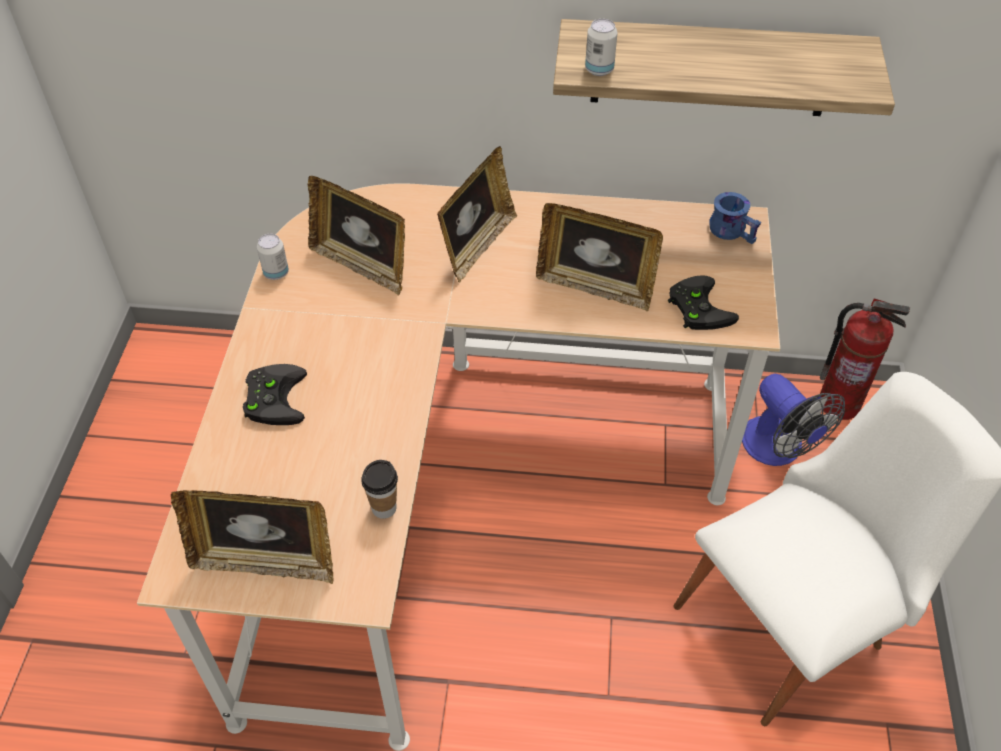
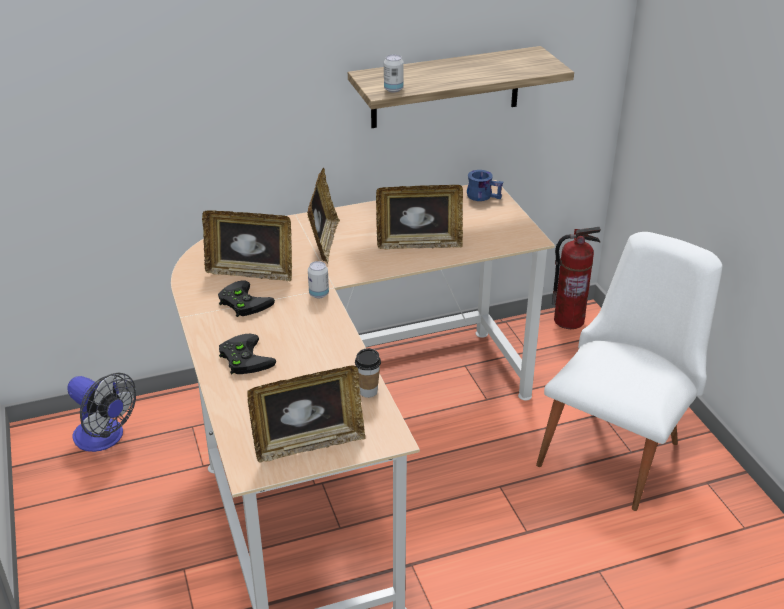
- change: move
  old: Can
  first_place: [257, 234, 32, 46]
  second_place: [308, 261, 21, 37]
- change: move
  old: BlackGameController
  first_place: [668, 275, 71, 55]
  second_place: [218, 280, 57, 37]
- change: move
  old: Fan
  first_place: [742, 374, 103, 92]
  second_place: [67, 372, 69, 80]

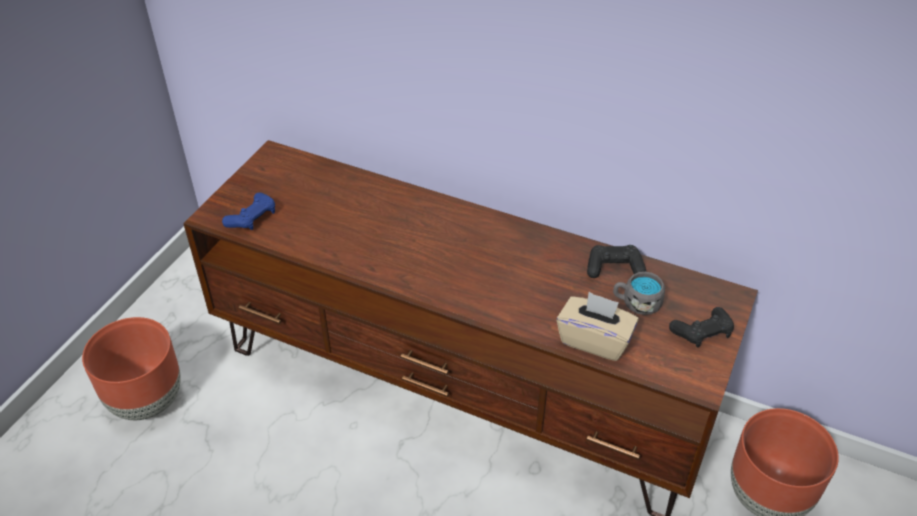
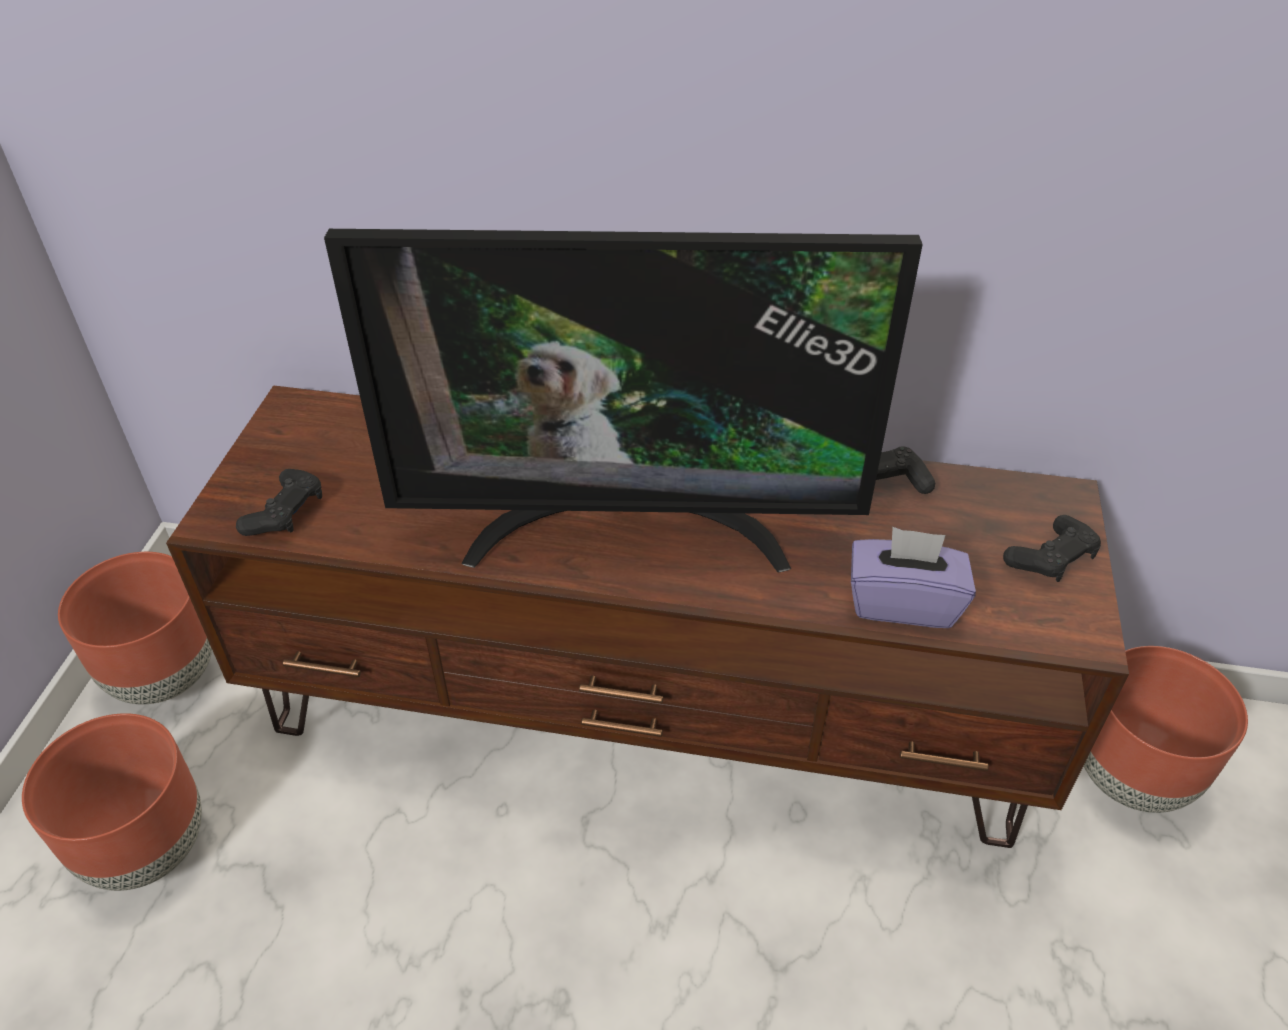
- change: delete
  old: GreyMug
  first_place: [613, 272, 52, 43]
- change: insert
  new: BrownPlanter
  second_place: [58, 552, 154, 152]
- change: insert
  new: Television
  second_place: [324, 229, 599, 343]
- change: recolor
  old: BlueGameController
  new: BlackGameController
  first_place: [222, 192, 53, 38]
  second_place: [236, 469, 86, 67]
- change: recolor
  old: BeigeTissueBox
  new: PurpleTissueBox
  first_place: [557, 292, 82, 69]
  second_place: [851, 527, 125, 101]

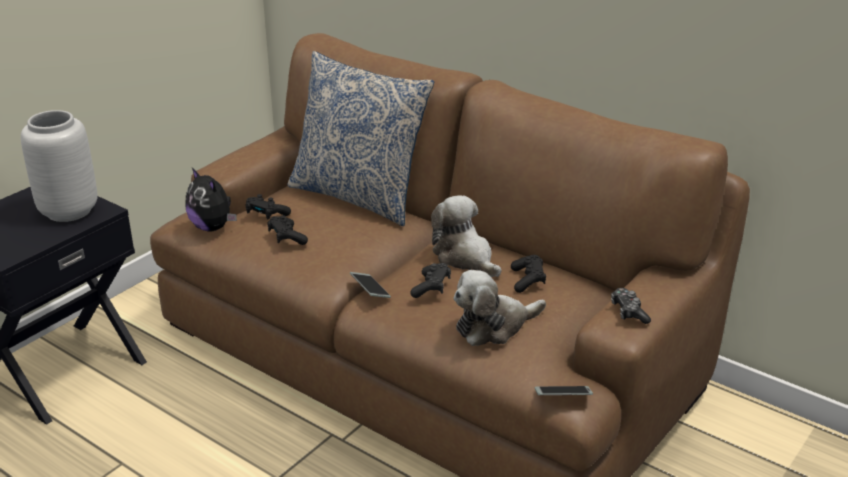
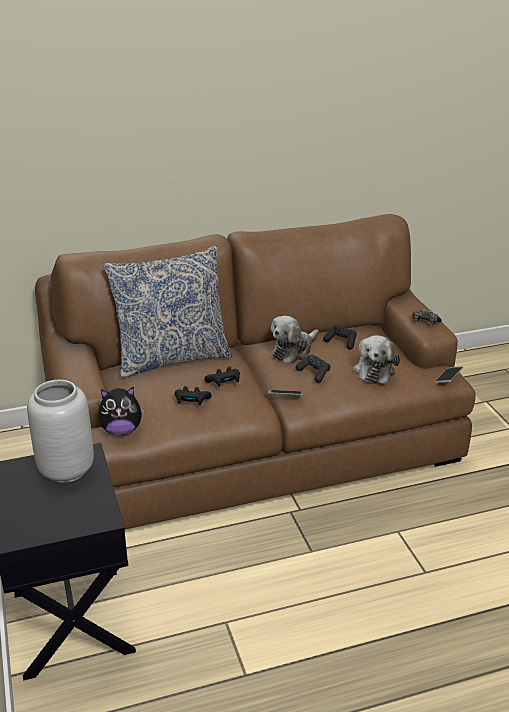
- change: move
  old: BlackGameController
  first_place: [245, 194, 46, 26]
  second_place: [204, 366, 36, 21]
- change: rotate
  old: PlushToy
  first_place: [431, 195, 70, 82]
  second_place: [271, 316, 48, 48]
  degrees: -45

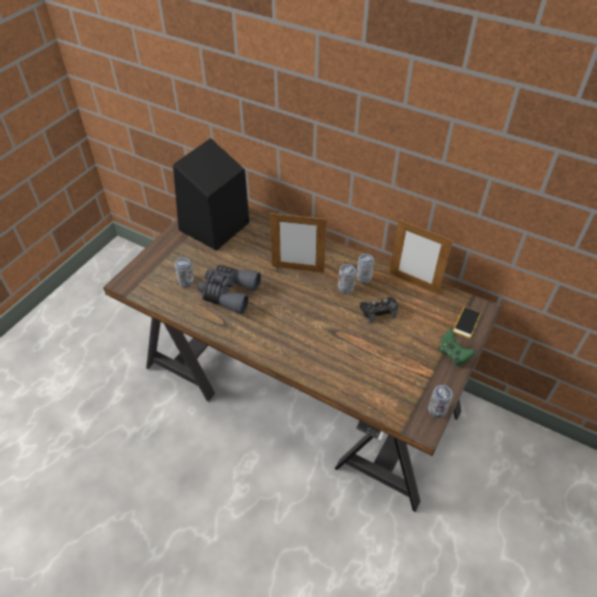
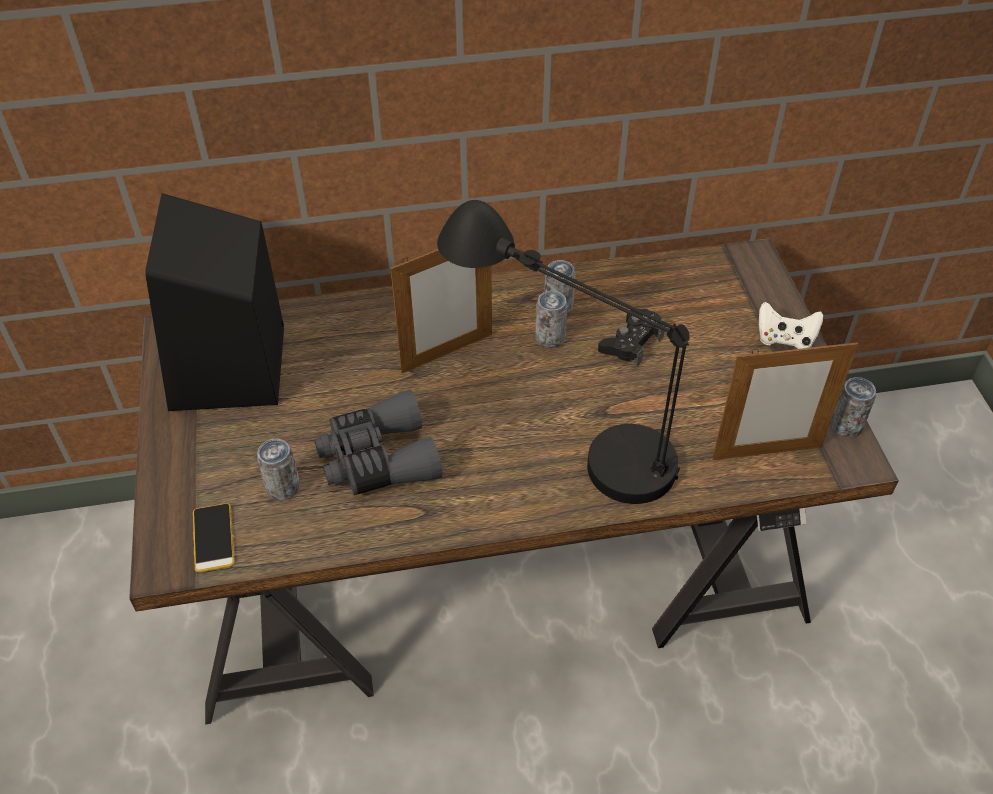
- change: insert
  new: BlackTableLamp
  second_place: [437, 200, 253, 304]
- change: move
  old: PictureFrame
  first_place: [390, 219, 63, 75]
  second_place: [712, 340, 146, 120]
- change: move
  old: Phone
  first_place: [453, 307, 28, 31]
  second_place: [193, 503, 42, 70]
- change: recolor
  old: GreenGameController
  new: WhiteGameController
  first_place: [438, 329, 37, 37]
  second_place: [759, 302, 64, 47]

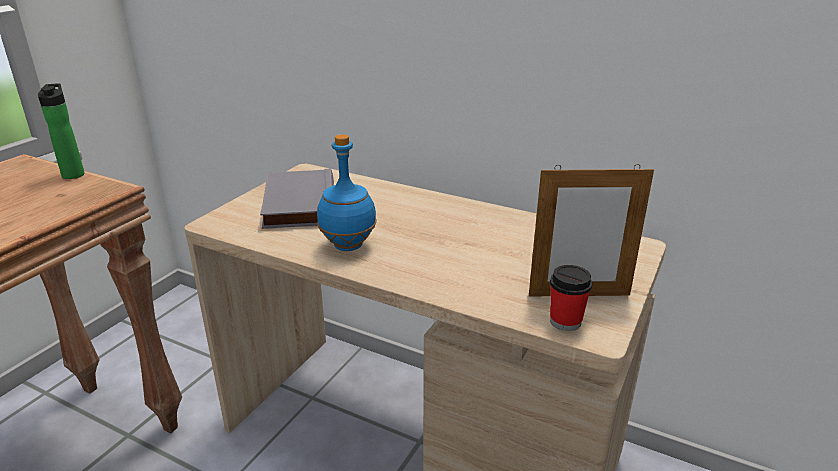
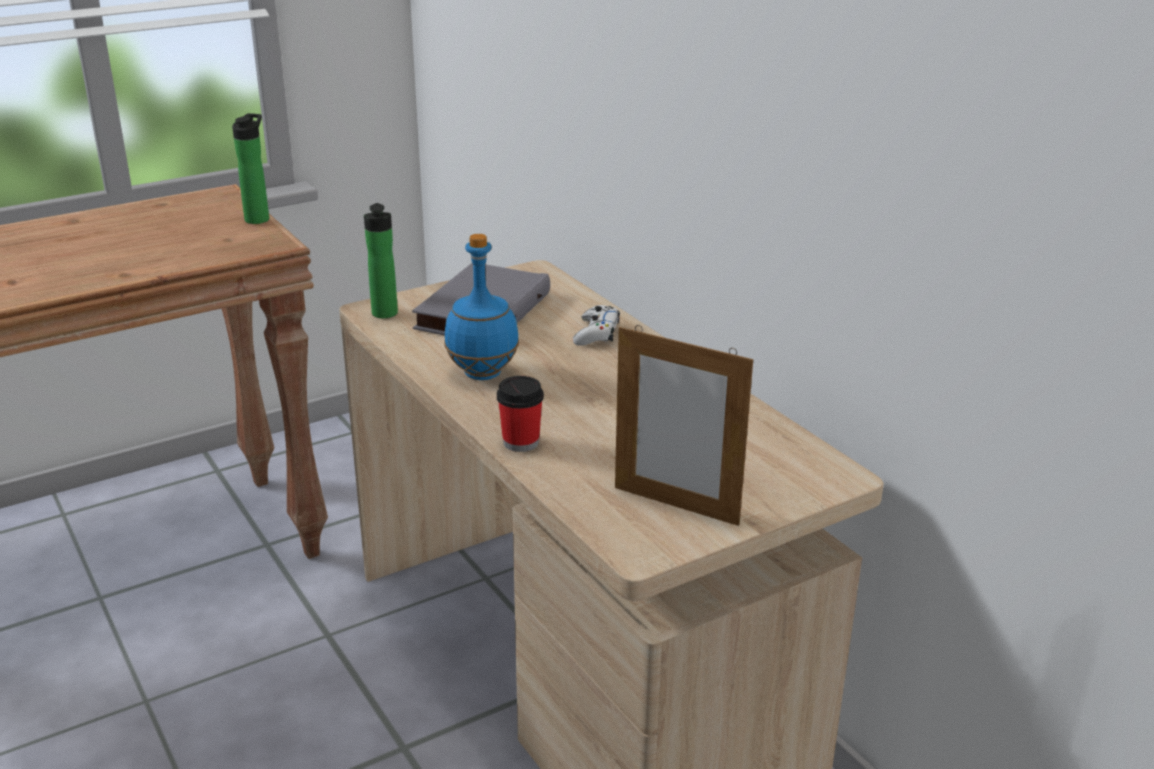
- change: insert
  new: Bottle
  second_place: [364, 203, 34, 115]
- change: insert
  new: WhiteGameController
  second_place: [573, 305, 47, 41]
- change: move
  old: Cup
  first_place: [550, 265, 42, 66]
  second_place: [497, 376, 47, 76]

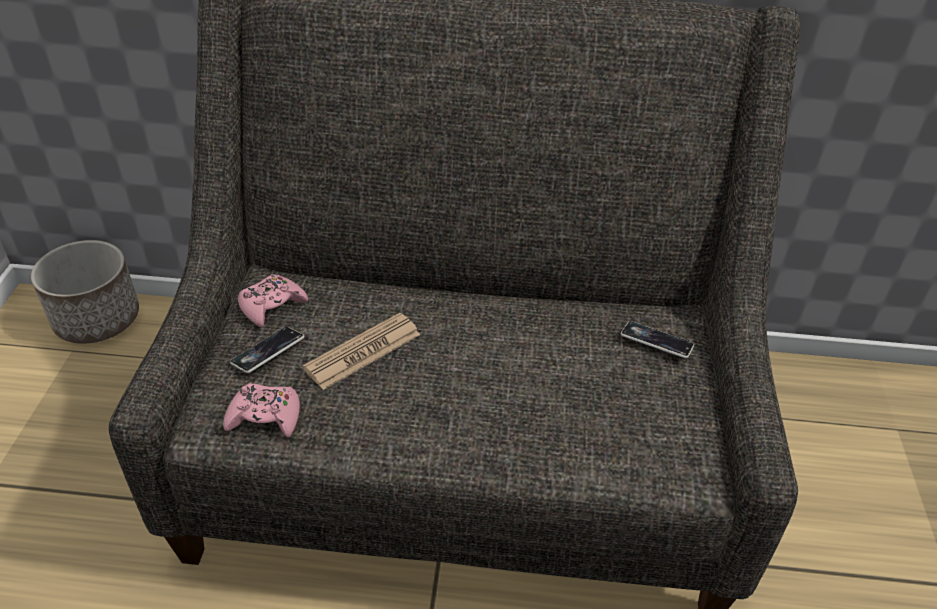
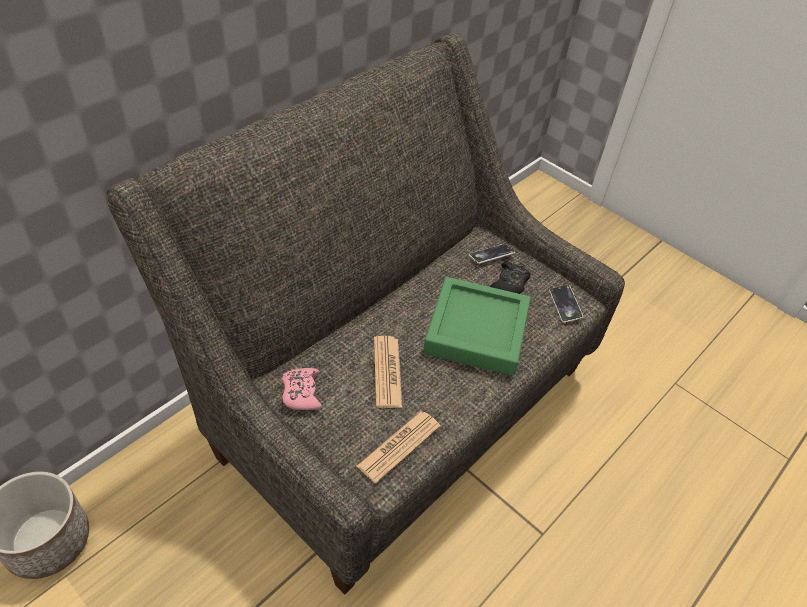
- change: insert
  new: GreenTray
  second_place: [423, 277, 108, 99]
- change: insert
  new: BlackGameController
  second_place: [490, 262, 41, 32]
- change: move
  old: Phone
  first_place: [230, 327, 74, 46]
  second_place: [549, 284, 34, 39]
- change: replace
  old: PinkGameController
  new: Newspaper
  first_place: [223, 383, 77, 55]
  second_place: [357, 411, 84, 73]

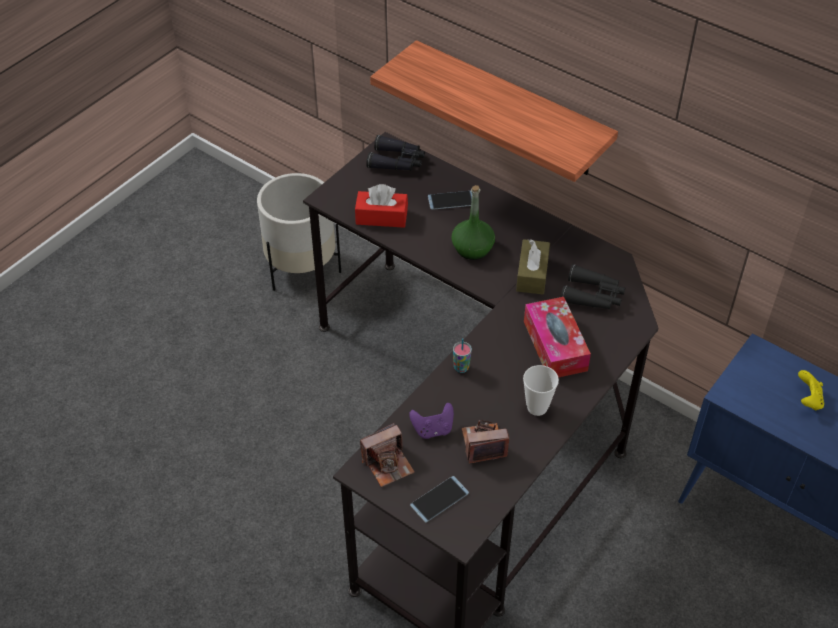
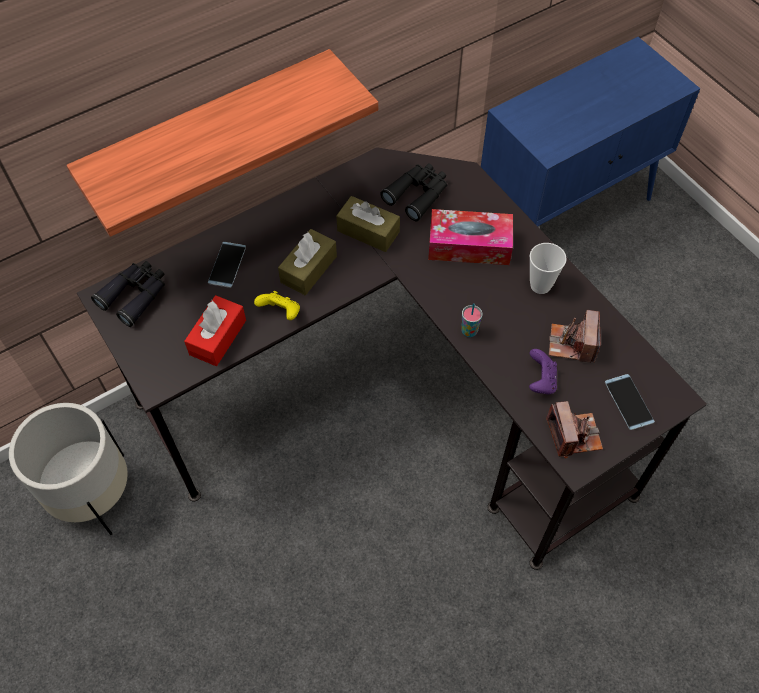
- change: move
  old: YellowGameController
  first_place: [798, 370, 26, 40]
  second_place: [254, 291, 46, 29]
- change: replace
  old: GreenBottle
  new: BrownTissueBox
  first_place: [451, 185, 44, 75]
  second_place: [278, 229, 59, 66]

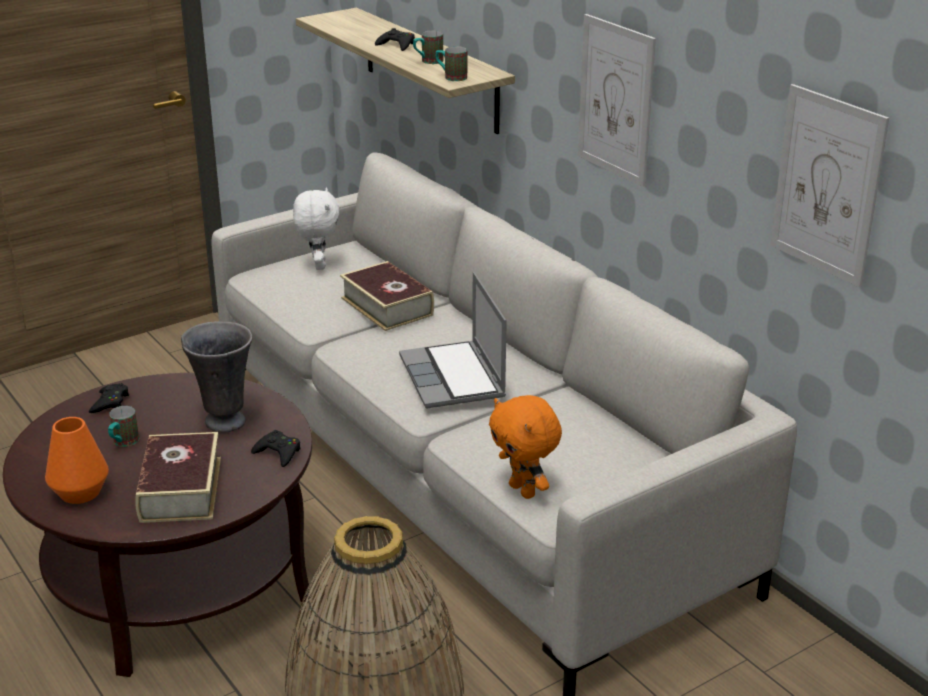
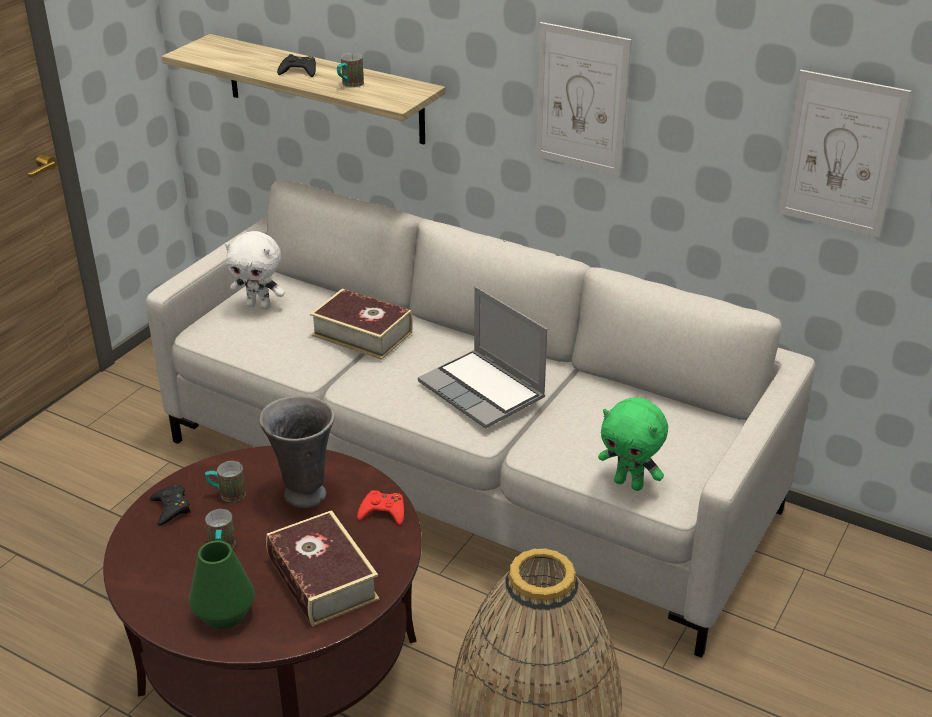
- change: move
  old: Mug
  first_place: [435, 46, 32, 35]
  second_place: [205, 461, 41, 41]
- change: recolor
  old: OrangeVase
  new: GreenVase
  first_place: [45, 417, 64, 87]
  second_place: [189, 540, 66, 89]
- change: recolor
  old: BlackGameController
  new: RedGameController
  first_place: [251, 430, 50, 37]
  second_place: [357, 490, 47, 35]
- change: recolor
  old: OrangePlushToy
  new: GreenPlushToy
  first_place: [489, 395, 73, 104]
  second_place: [598, 397, 70, 94]
- change: rotate
  old: WhitePlushToy
  first_place: [293, 187, 46, 83]
  second_place: [225, 231, 60, 79]
  degrees: 135

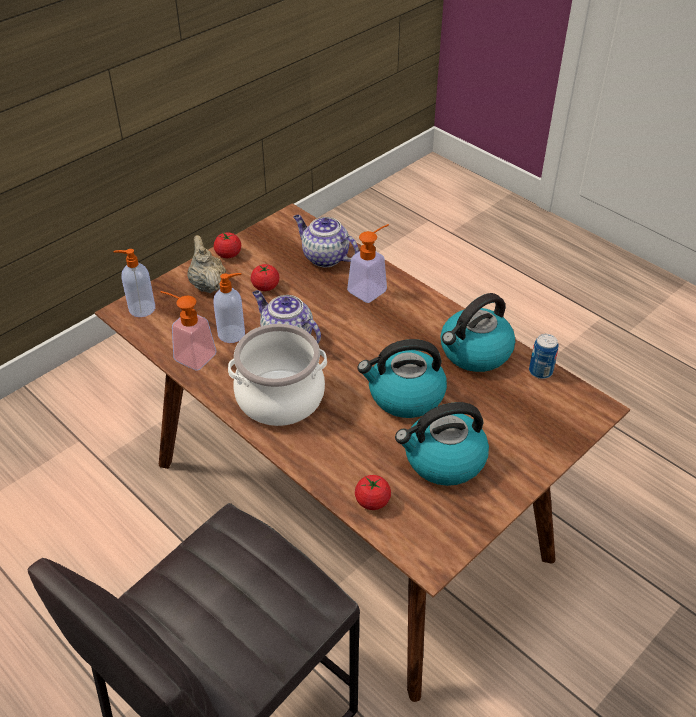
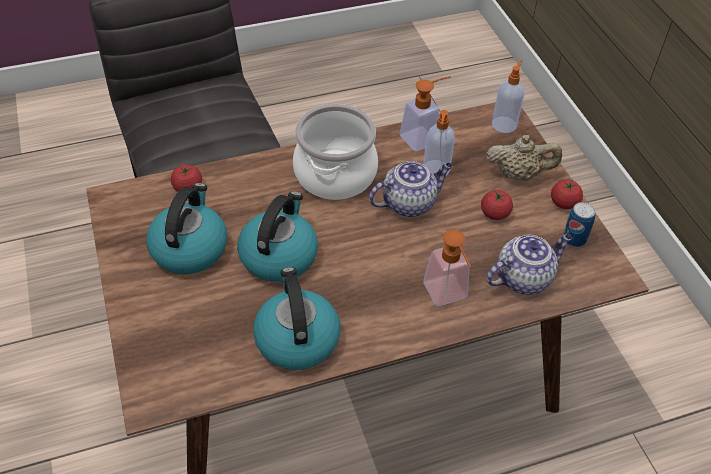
- change: move
  old: Can
  first_place: [529, 334, 29, 45]
  second_place: [563, 202, 33, 45]

